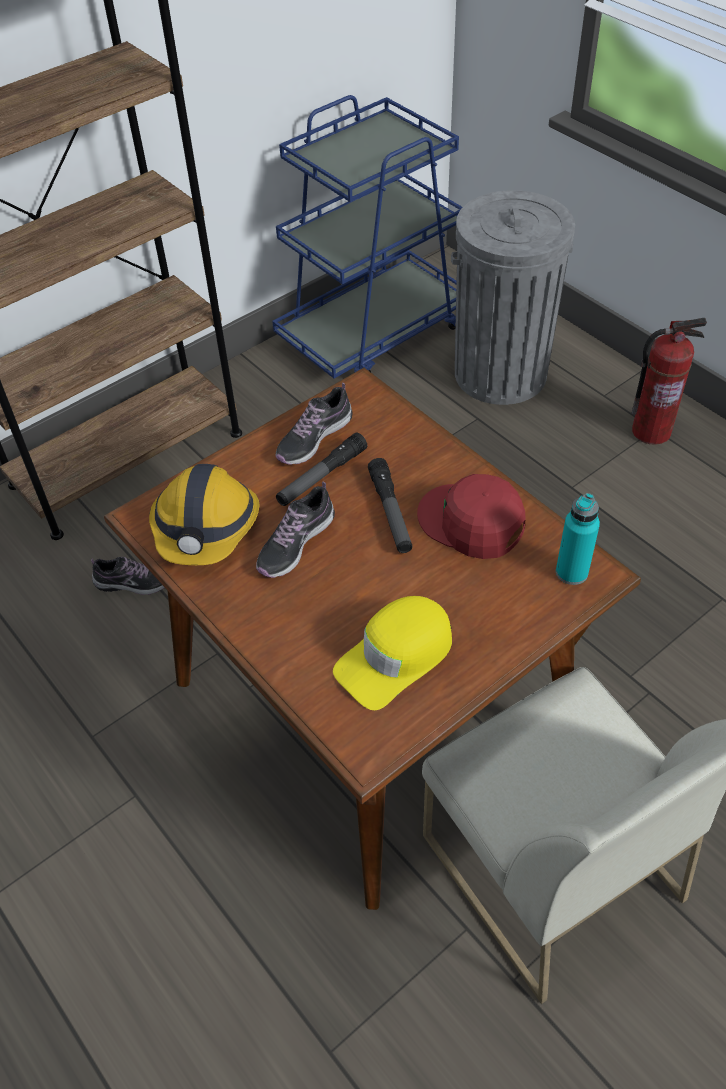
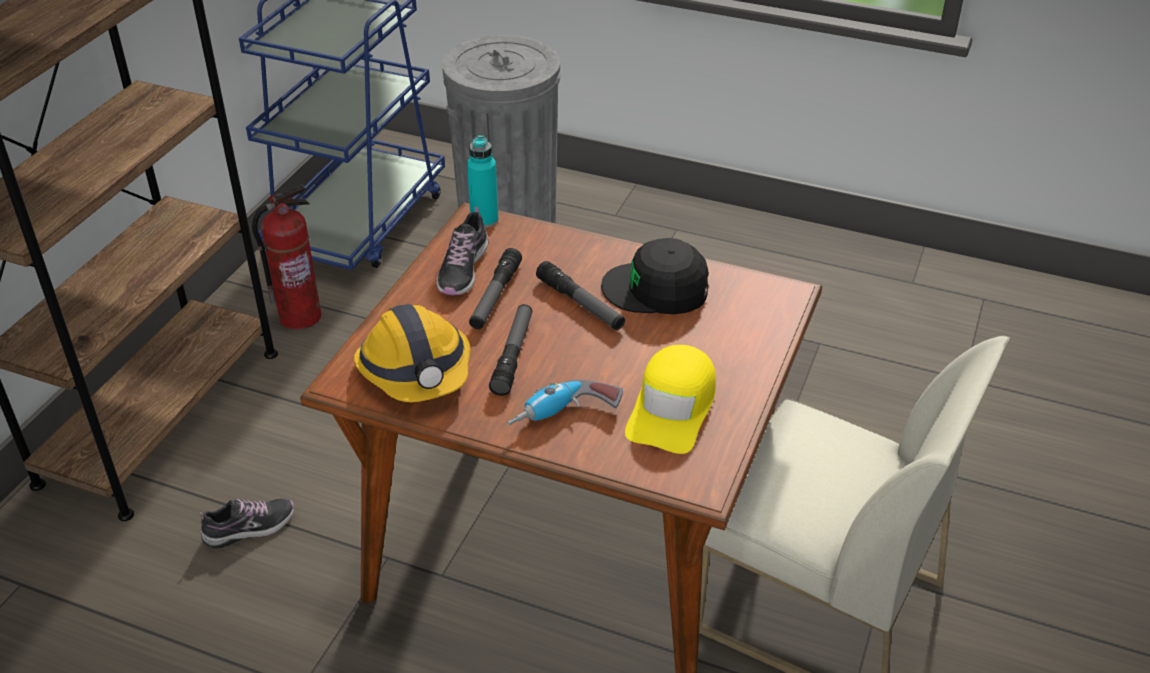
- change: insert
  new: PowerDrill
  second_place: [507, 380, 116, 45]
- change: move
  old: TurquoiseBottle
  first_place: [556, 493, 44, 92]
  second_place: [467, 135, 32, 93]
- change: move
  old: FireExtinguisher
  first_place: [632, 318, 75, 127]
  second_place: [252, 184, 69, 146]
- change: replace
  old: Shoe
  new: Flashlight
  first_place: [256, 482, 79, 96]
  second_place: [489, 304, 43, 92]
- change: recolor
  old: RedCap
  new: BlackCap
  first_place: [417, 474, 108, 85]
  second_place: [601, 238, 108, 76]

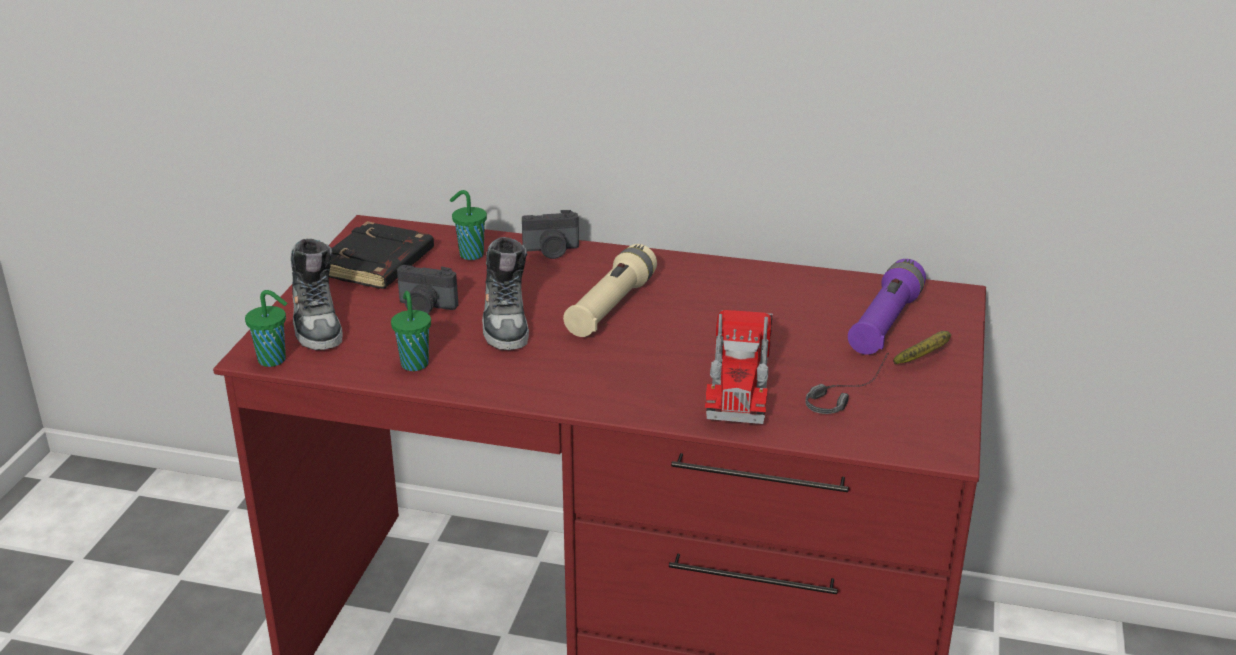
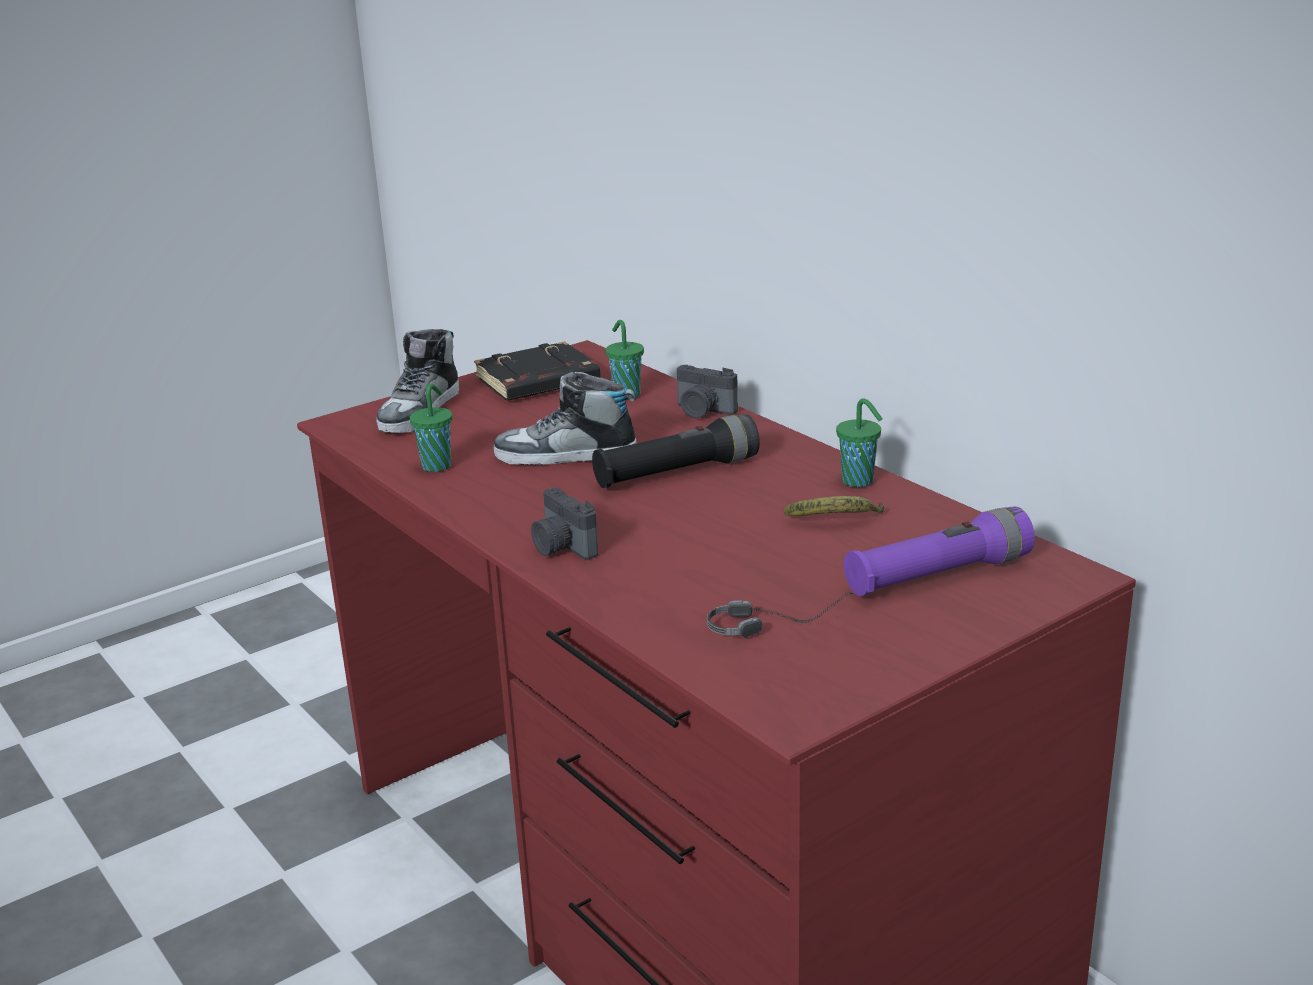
- change: delete
  old: ToyTruck
  first_place: [705, 310, 68, 114]
- change: move
  old: GreenCup
  first_place: [245, 290, 42, 77]
  second_place: [836, 398, 47, 89]
- change: move
  old: PhotoCamera
  first_place: [397, 265, 61, 49]
  second_place: [531, 487, 67, 73]
- change: move
  old: Banana
  first_place: [893, 331, 58, 33]
  second_place: [784, 496, 100, 20]
- change: recolor
  old: BeigeFlashlight
  new: BlackFlashlight
  first_place: [563, 244, 94, 93]
  second_place: [592, 414, 168, 74]
- change: rotate
  old: Shoe
  first_place: [482, 237, 47, 113]
  second_place: [493, 372, 144, 93]
  degrees: 60

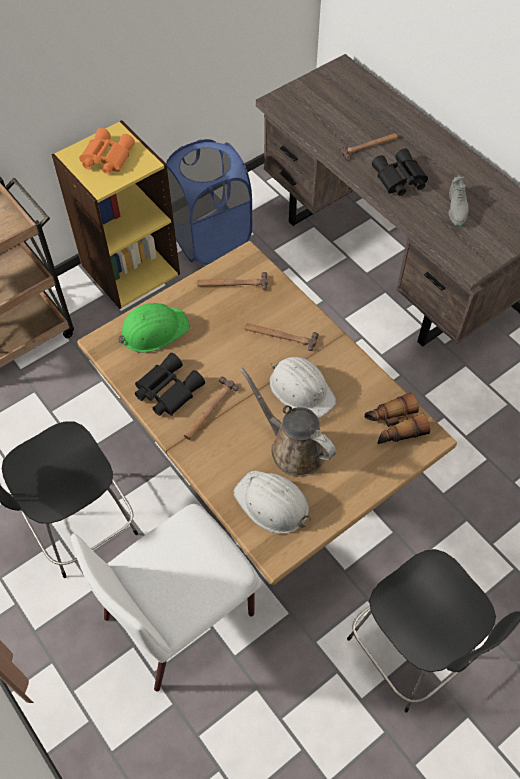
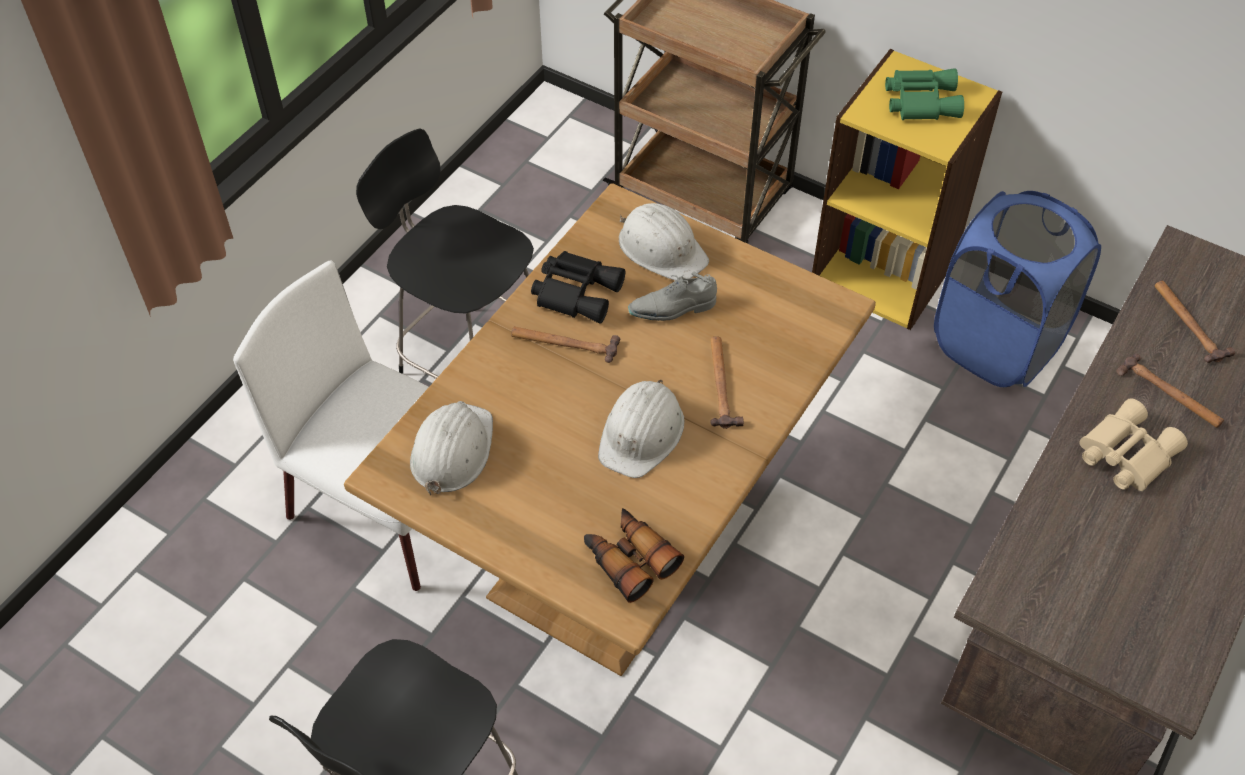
- change: delete
  old: BrownWateringCan
  first_place: [240, 368, 96, 109]
- change: move
  old: Hammer
  first_place: [197, 272, 71, 18]
  second_place: [1154, 281, 81, 82]
- change: move
  old: GreyShoe
  first_place: [449, 175, 20, 51]
  second_place: [628, 272, 89, 49]
- change: recolor
  old: OrangeBinoculars
  new: GreenBinoculars
  first_place: [79, 128, 56, 46]
  second_place: [885, 69, 79, 51]
- change: recolor
  old: GreenHardHat
  new: WhiteHardHat
  first_place: [118, 303, 72, 50]
  second_place: [619, 203, 90, 78]
- change: recolor
  old: BlackBinoculars
  new: BeigeBinoculars
  first_place: [372, 148, 56, 48]
  second_place: [1079, 399, 109, 92]

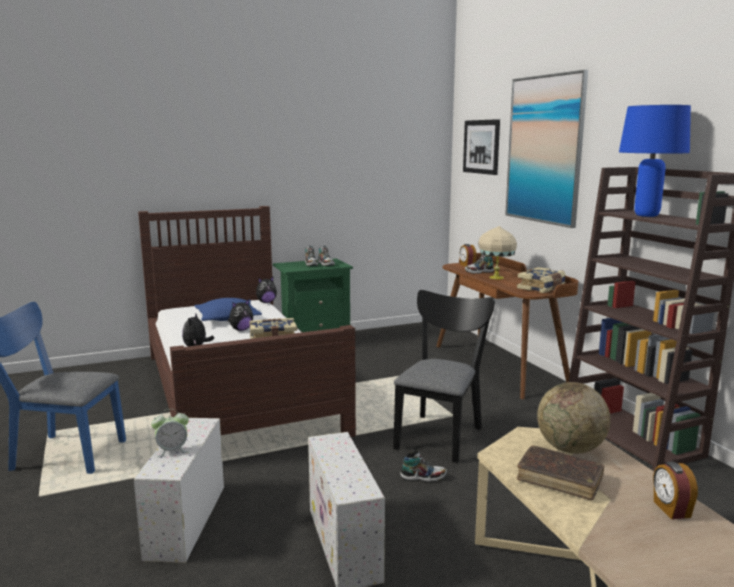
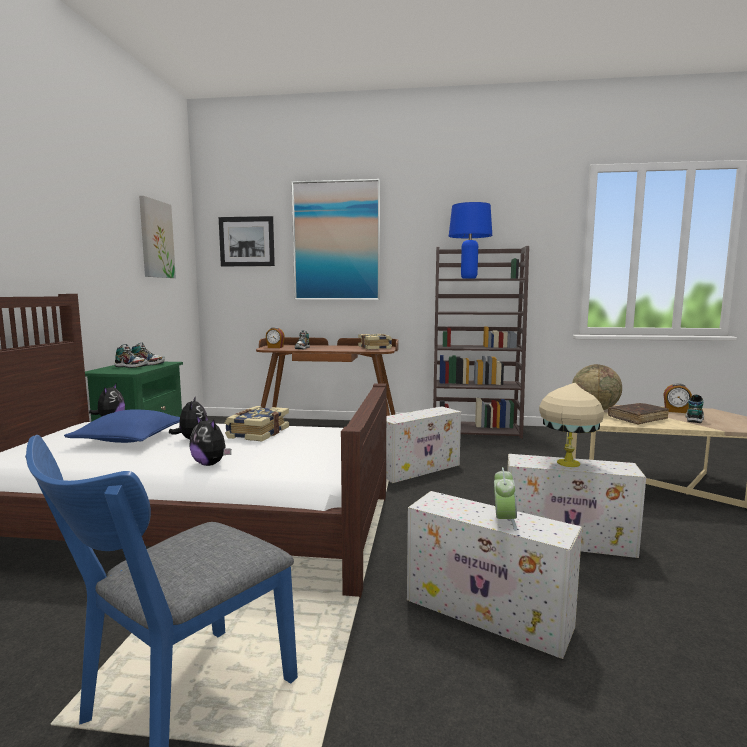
- change: insert
  new: Picture
  second_place: [139, 196, 37, 82]
- change: move
  old: Shoe
  first_place: [400, 450, 47, 33]
  second_place: [686, 395, 18, 28]
- change: move
  old: BeigeTableLamp
  first_place: [478, 226, 39, 53]
  second_place: [539, 383, 65, 84]
- change: replace
  old: BlackChair
  new: WhiteStorageBox
  first_place: [393, 290, 102, 173]
  second_place: [386, 406, 75, 77]

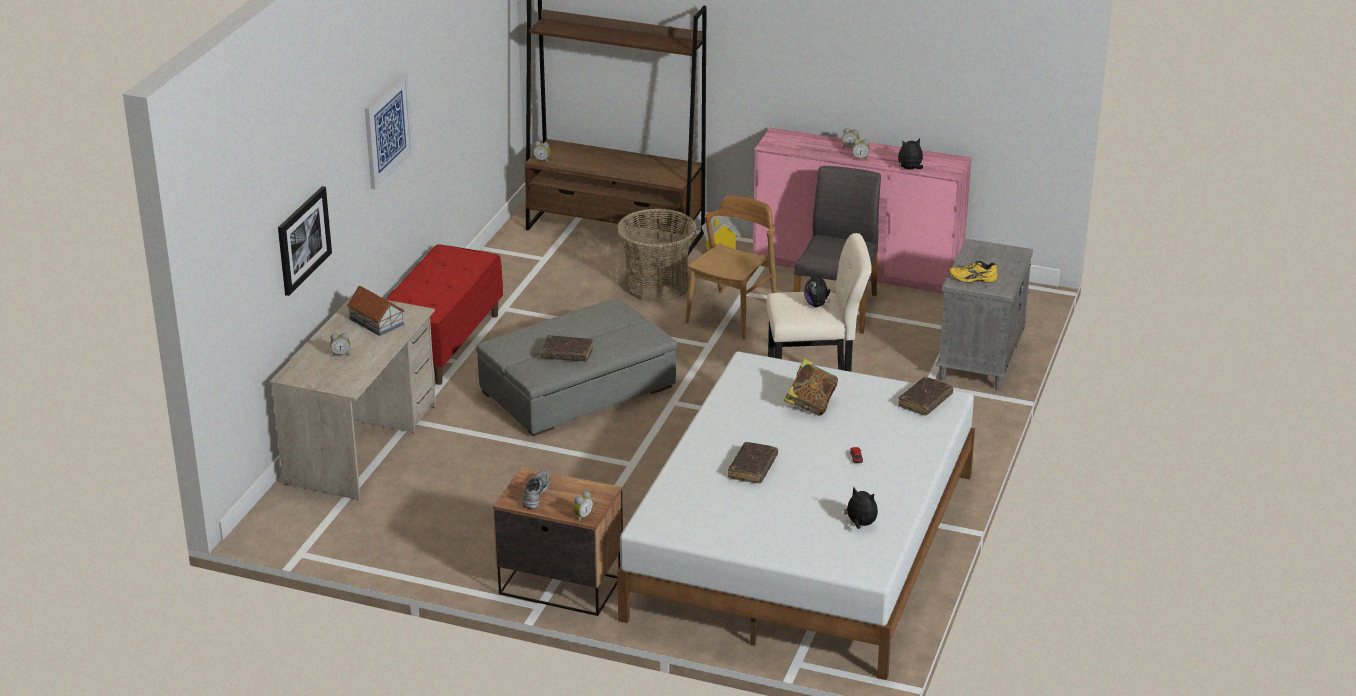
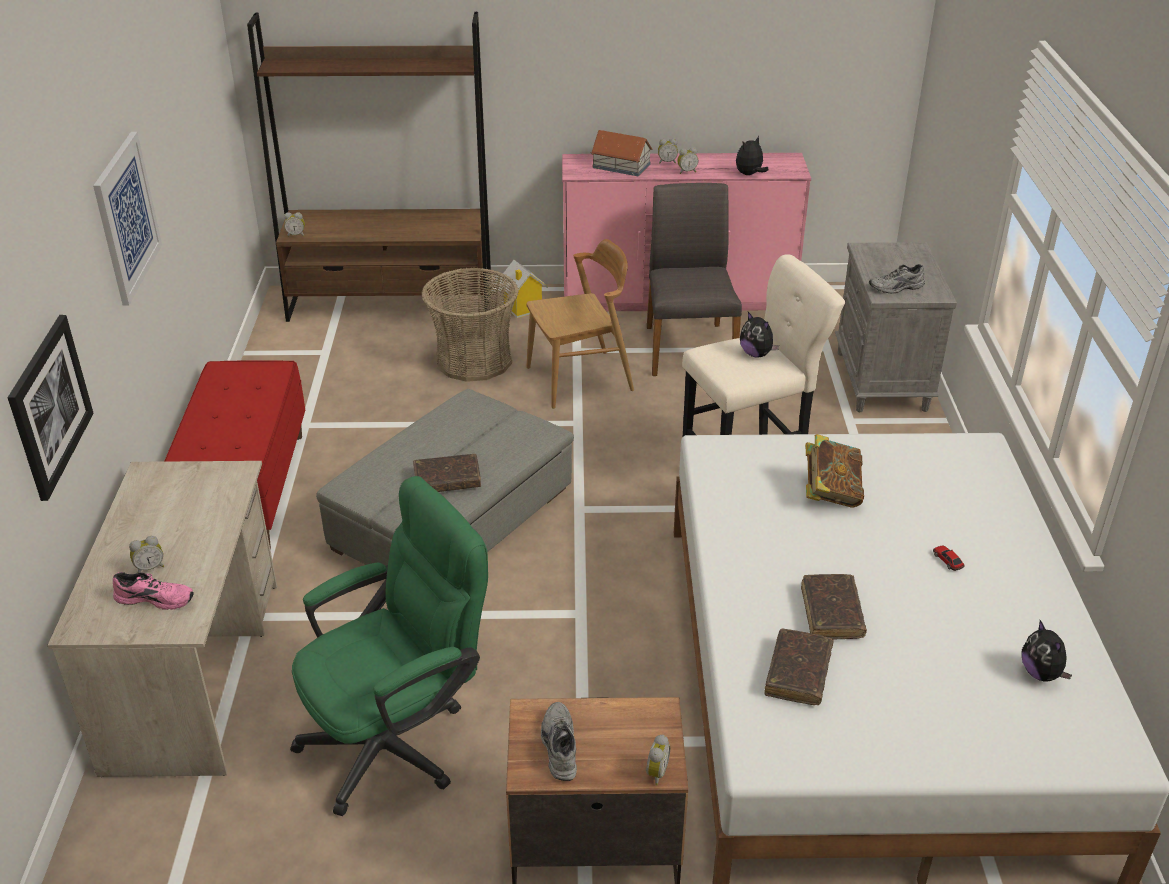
- change: insert
  new: PinkShoe
  second_place: [113, 572, 81, 38]
- change: insert
  new: GreenOfficeChair
  second_place: [290, 476, 198, 340]
- change: move
  old: ToyHouse
  first_place: [347, 286, 58, 50]
  second_place: [591, 130, 61, 46]
- change: move
  old: BrownBook
  first_place: [898, 377, 55, 38]
  second_place: [764, 628, 70, 77]
- change: recolor
  old: YellowShoe
  new: GreyShoe
  first_place: [949, 261, 49, 22]
  second_place: [869, 264, 56, 30]
- change: rotate
  old: BrownChair
  first_place: [685, 195, 92, 145]
  second_place: [526, 239, 108, 170]
  degrees: 60
- change: rotate
  old: PlushToy
  first_place: [841, 487, 37, 42]
  second_place: [1022, 620, 50, 62]
  degrees: -120

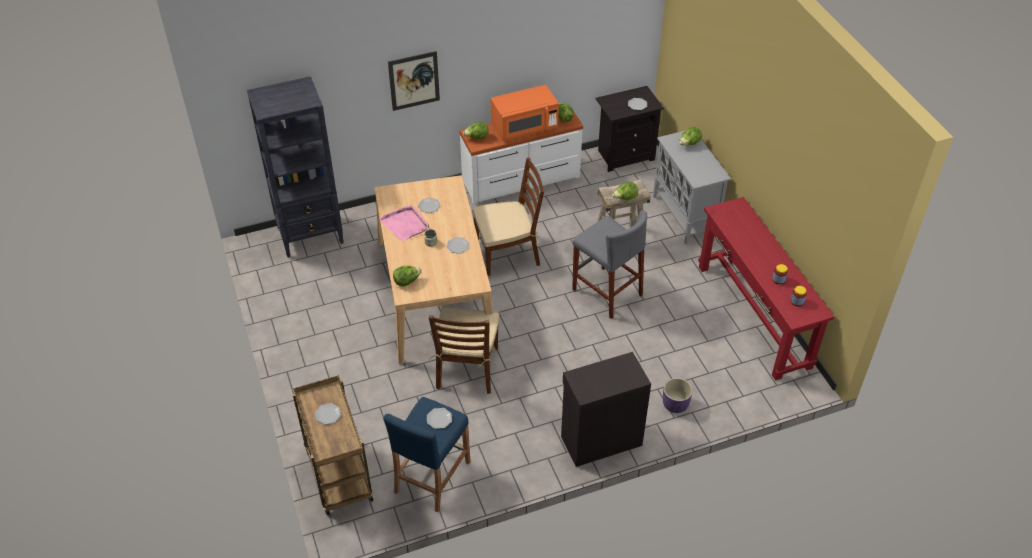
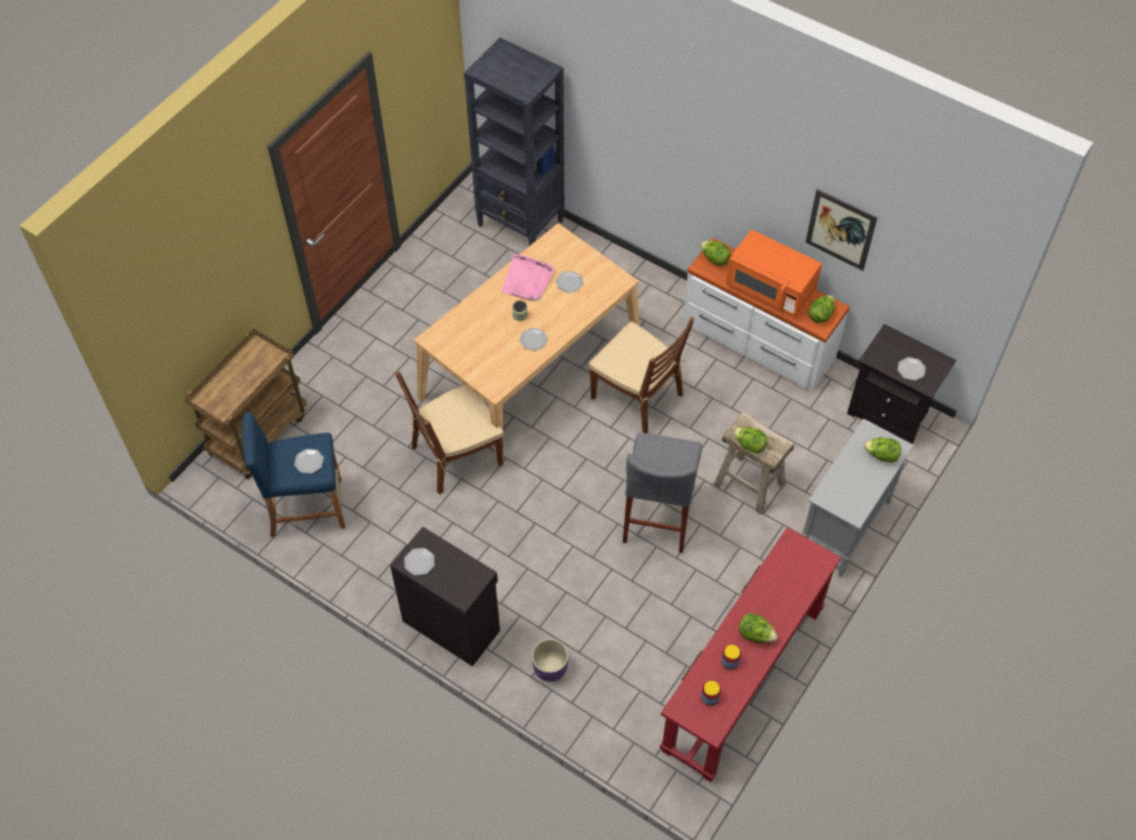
- change: move
  old: Plate
  first_place: [315, 403, 26, 22]
  second_place: [404, 548, 31, 28]
- change: move
  old: Picture
  first_place: [388, 51, 52, 60]
  second_place: [805, 189, 72, 82]
- change: move
  old: Lettuce
  first_place: [393, 266, 29, 20]
  second_place: [739, 613, 39, 30]

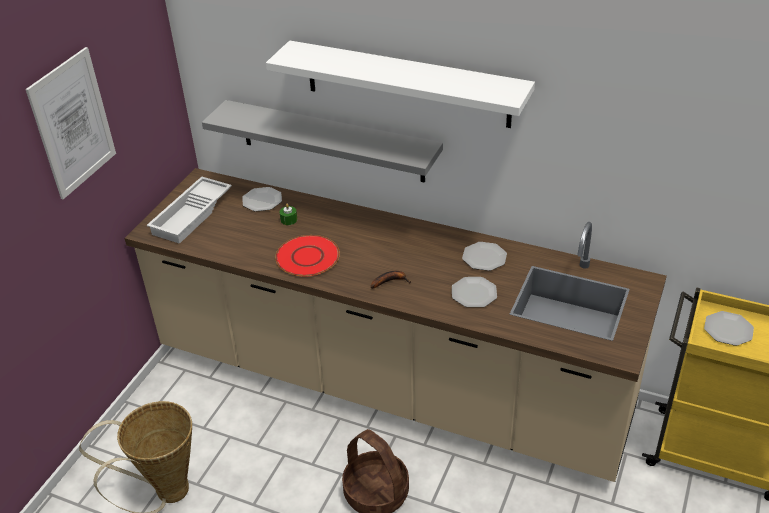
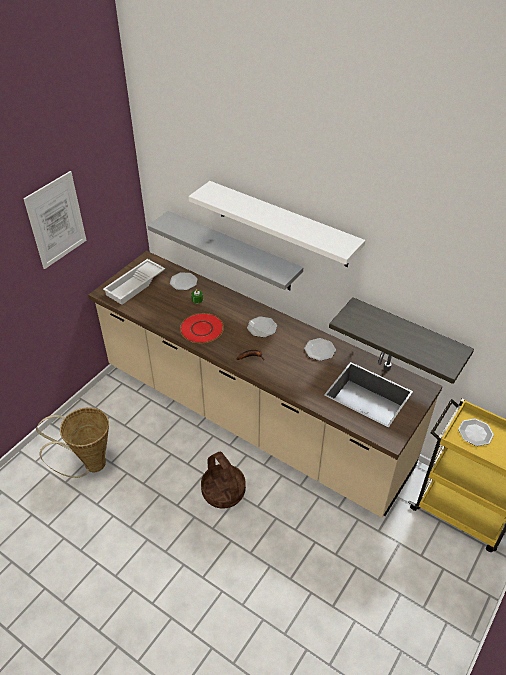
- change: insert
  new: Shelf
  second_place: [329, 297, 145, 87]
- change: move
  old: Plate
  first_place: [452, 277, 45, 30]
  second_place: [247, 316, 30, 22]

